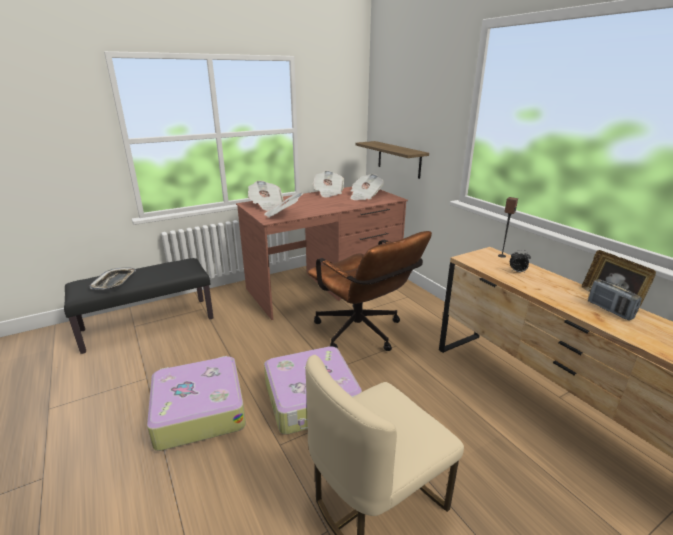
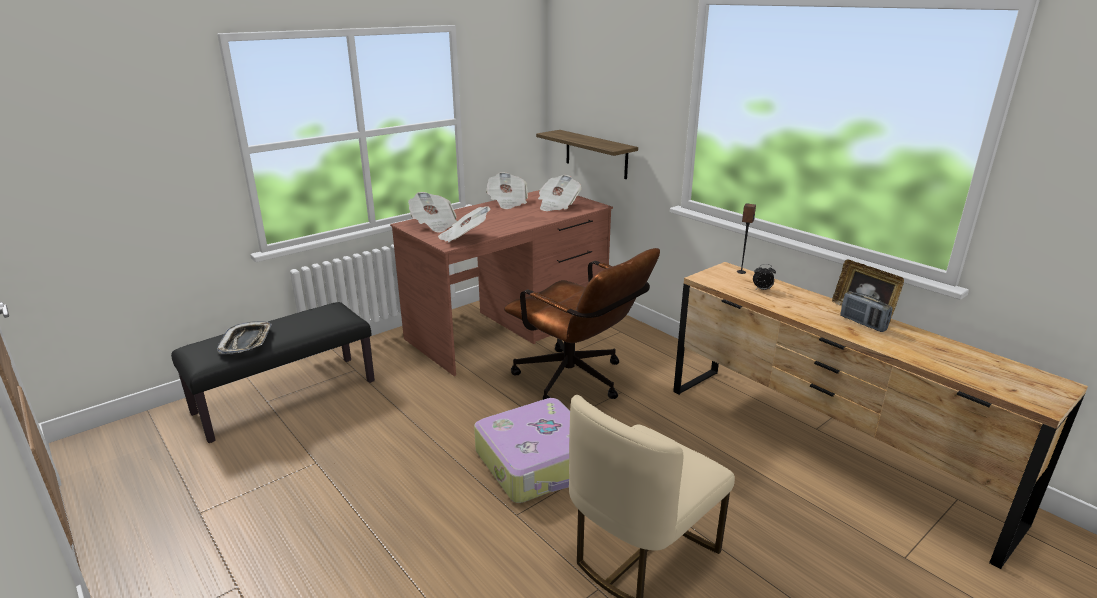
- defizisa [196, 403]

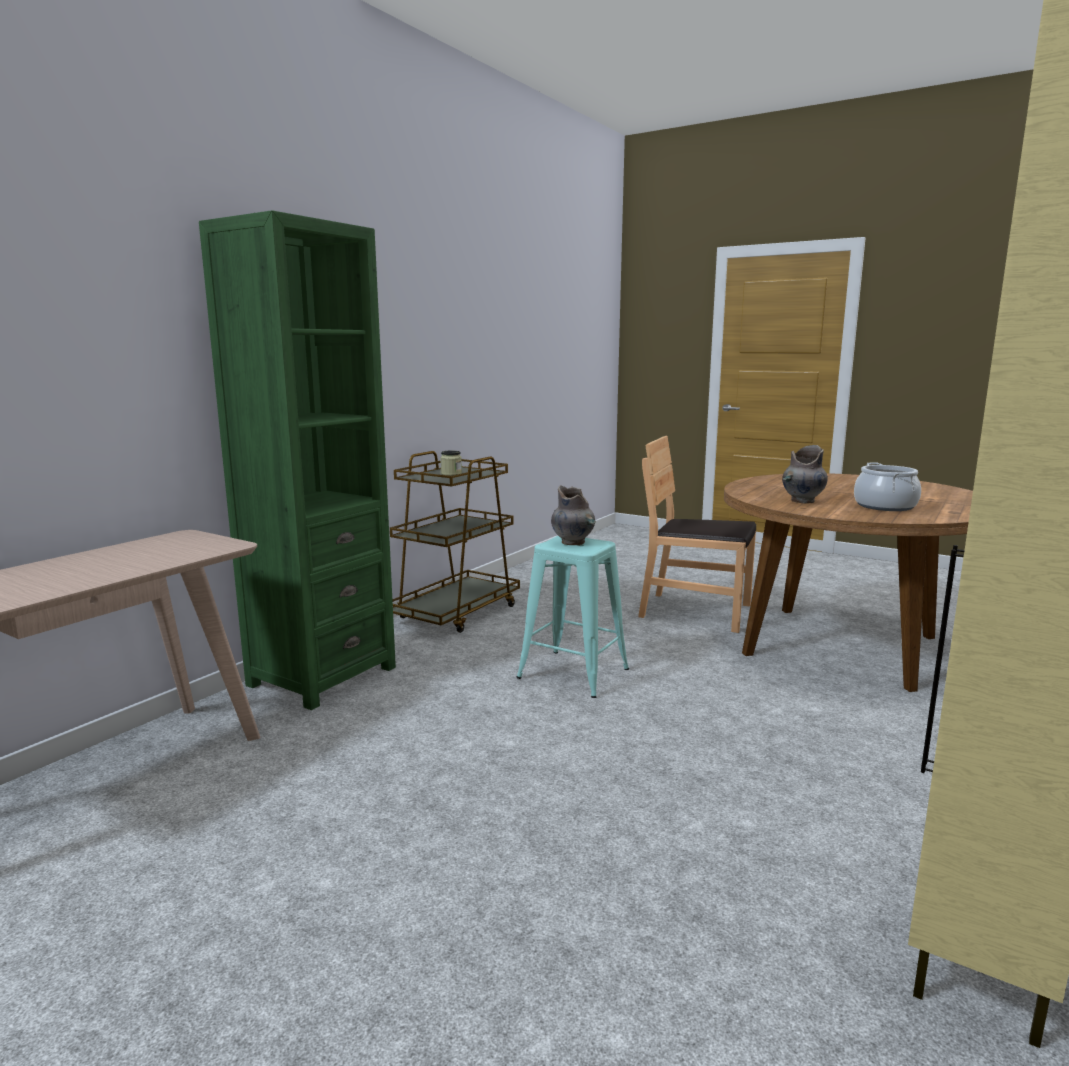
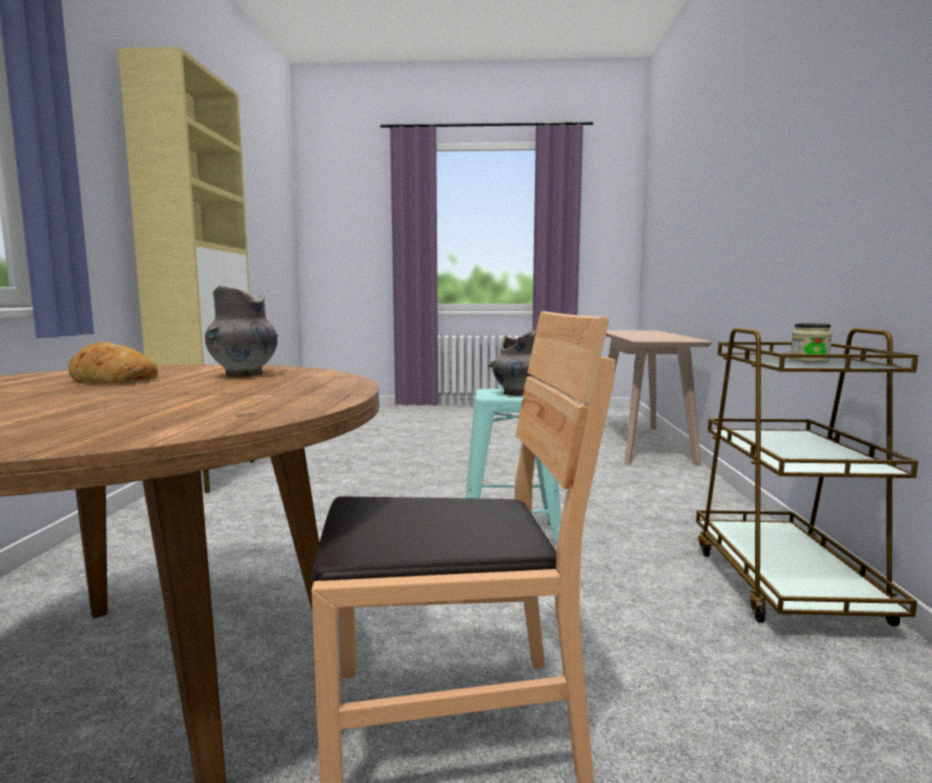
- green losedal [297, 460]
~ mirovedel [887, 486] to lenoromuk [113, 362]

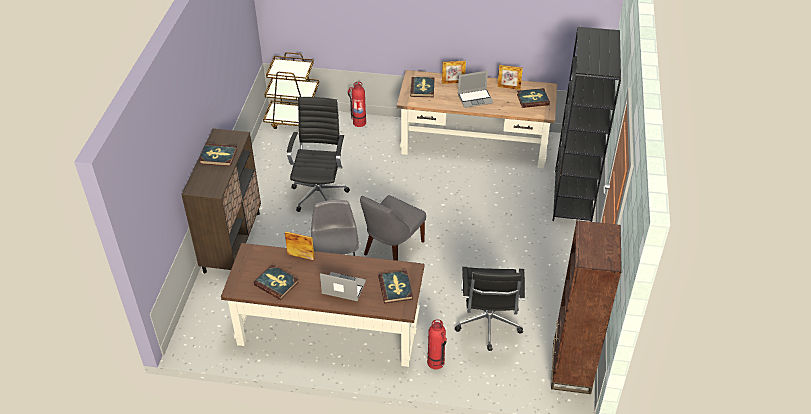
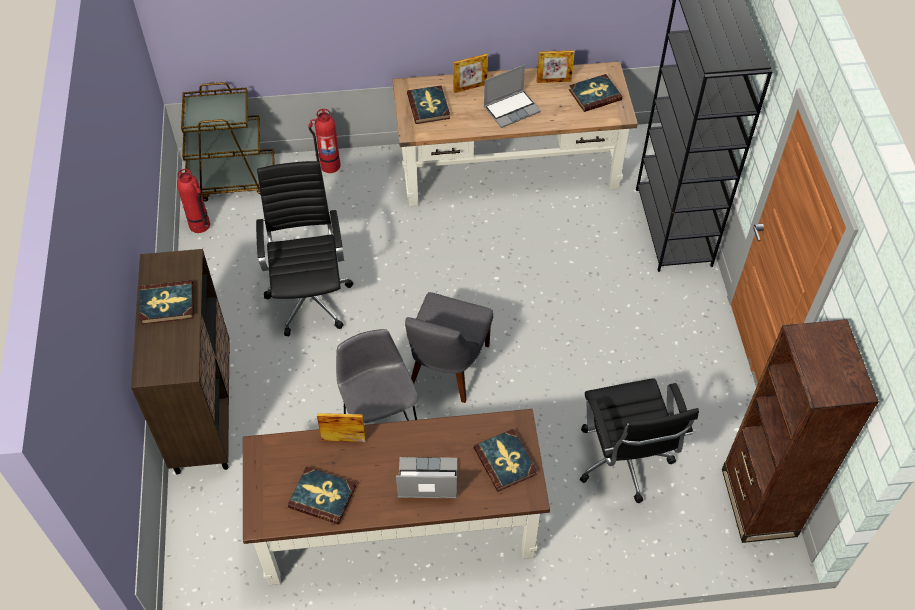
~ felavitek [437, 344] to [193, 201]

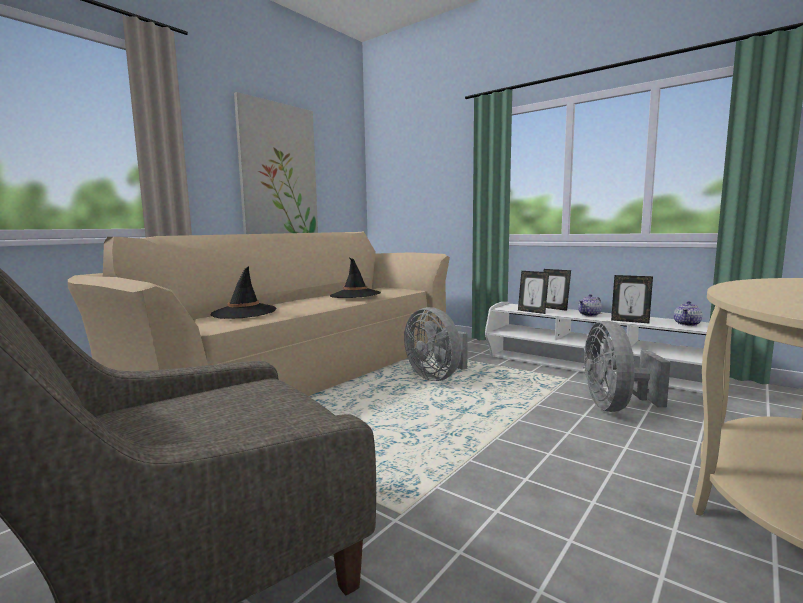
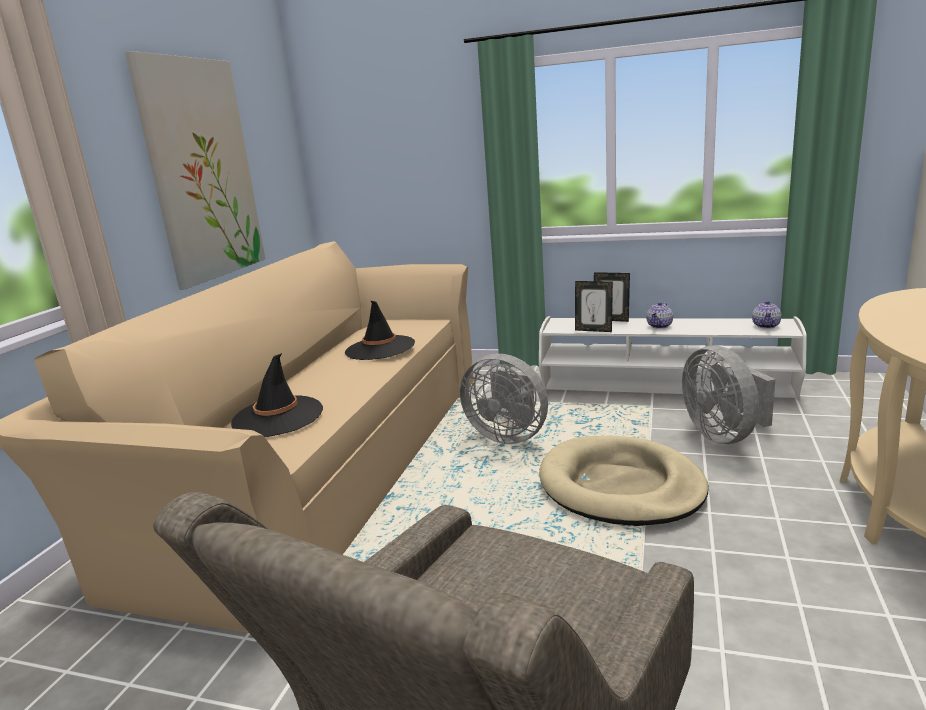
- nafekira [632, 299]
+ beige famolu [624, 481]

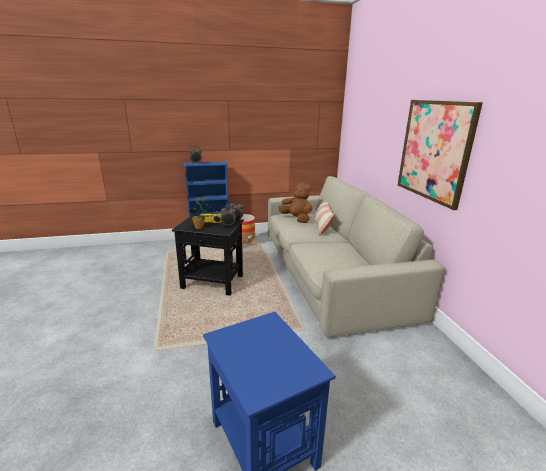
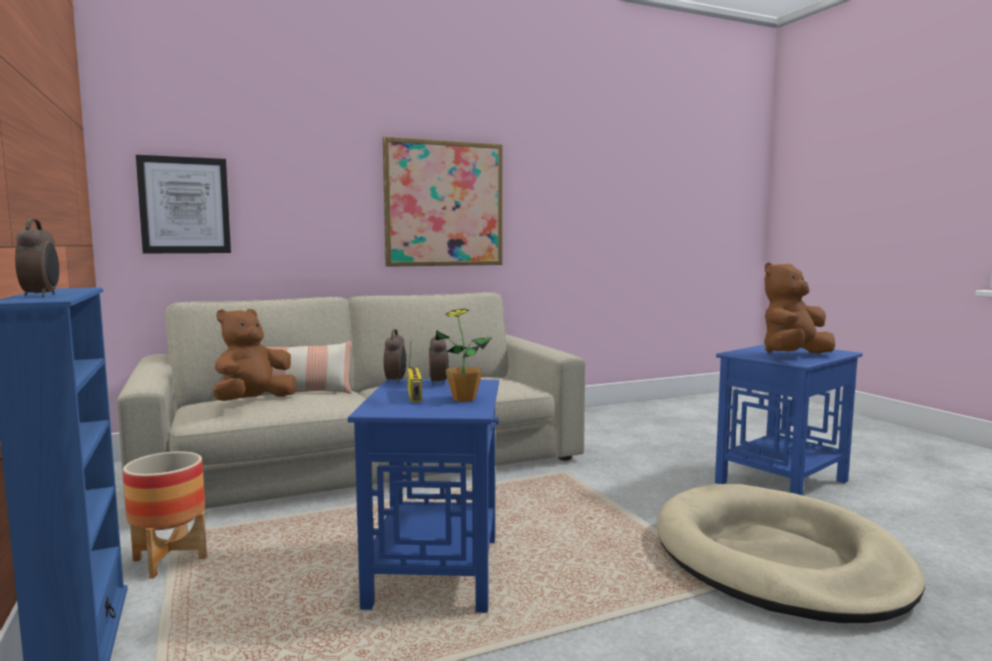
~ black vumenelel [208, 255] to blue vumenelel [423, 496]
+ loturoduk [183, 204]
+ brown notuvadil [799, 308]
+ beige famolu [790, 553]

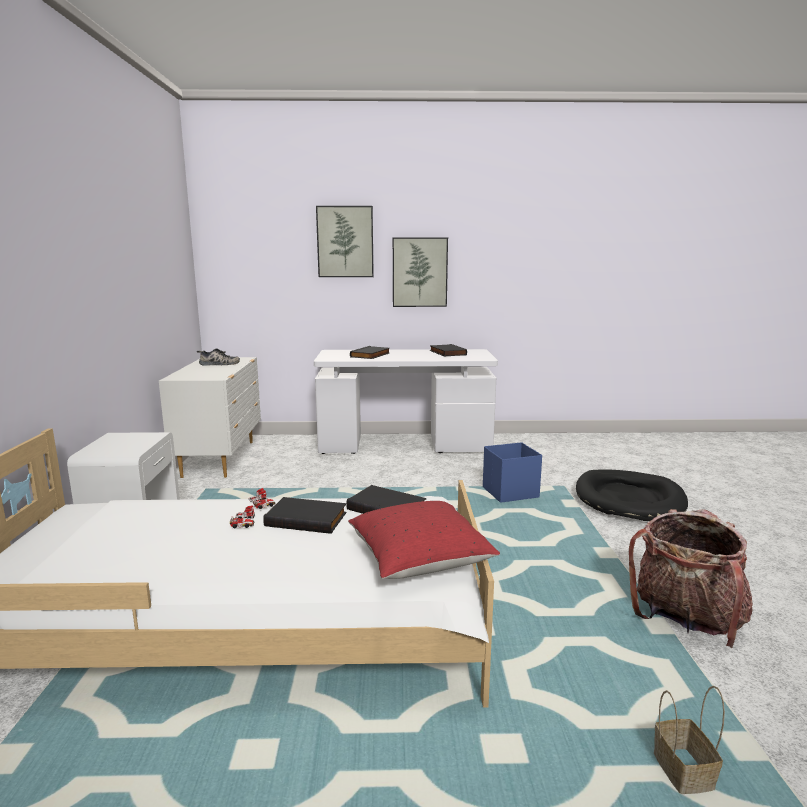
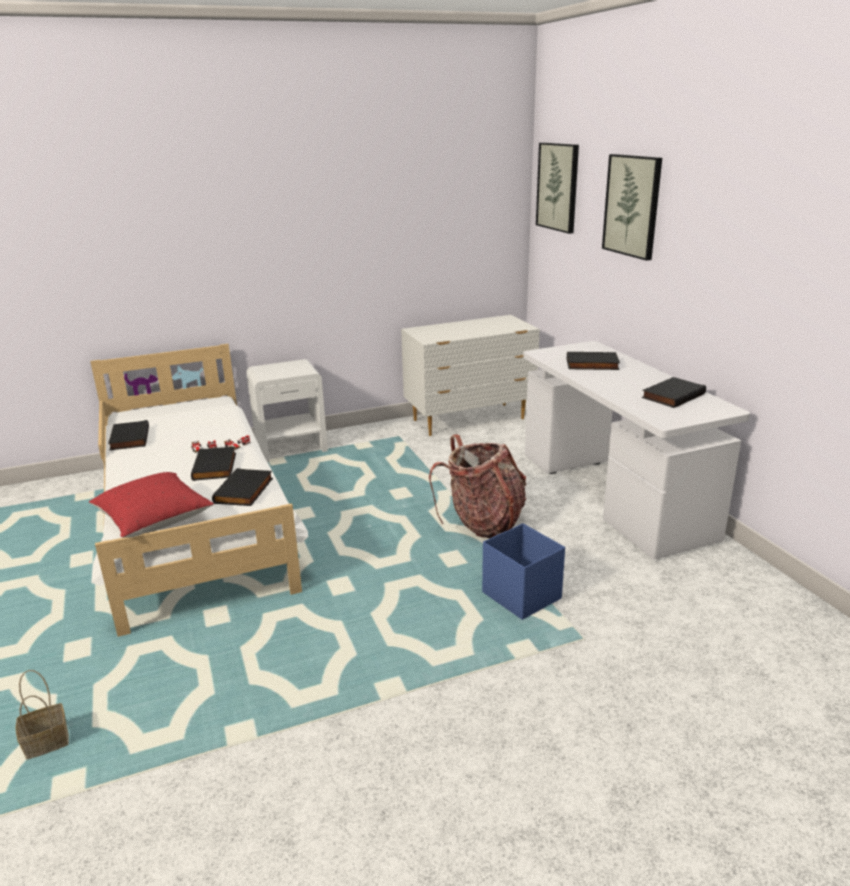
~ loturoduk [420, 272] to [557, 188]
- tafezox [218, 357]
- black famolu [632, 495]
~ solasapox [691, 578] to [477, 486]
+ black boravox [128, 435]

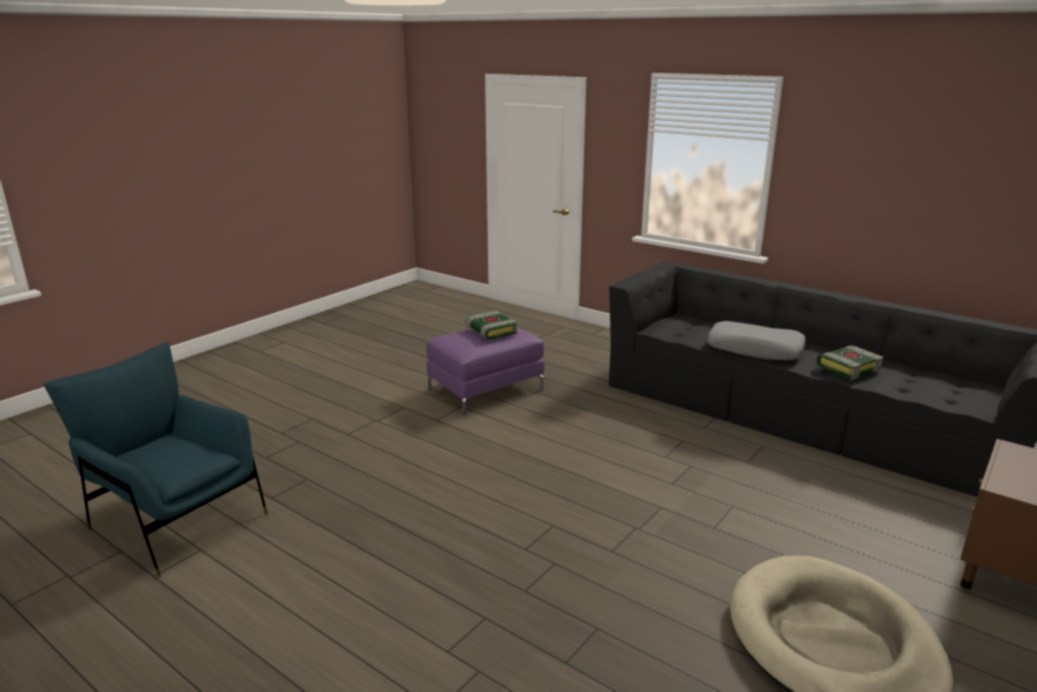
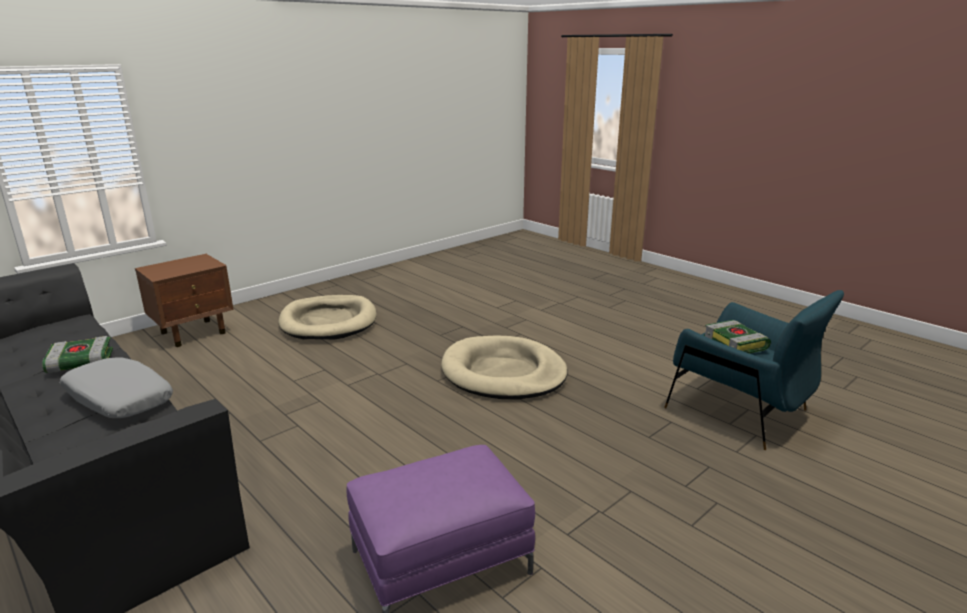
~ boravox [491, 325] to [737, 336]
+ beige famolu [504, 367]

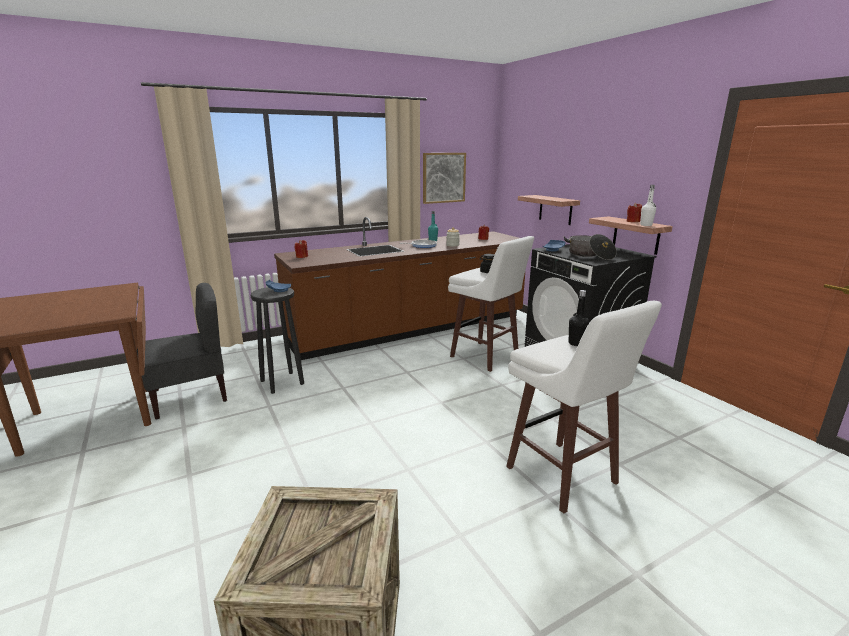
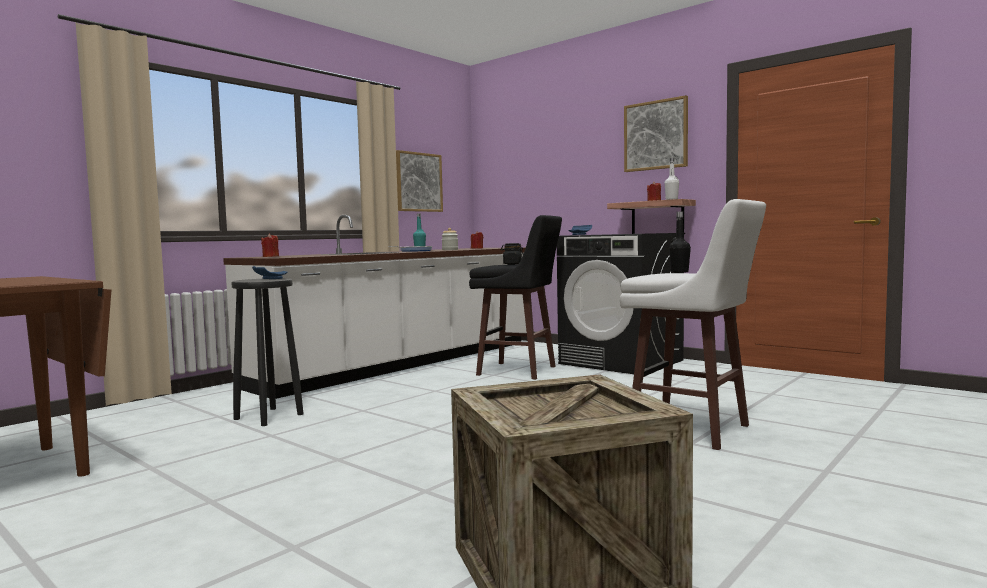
- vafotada [549, 210]
~ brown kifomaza [399, 288] to white kifomaza [375, 307]
- mirovedel [590, 247]
~ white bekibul [491, 304] to black bekibul [515, 297]
- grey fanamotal [182, 351]
+ loturoduk [656, 133]

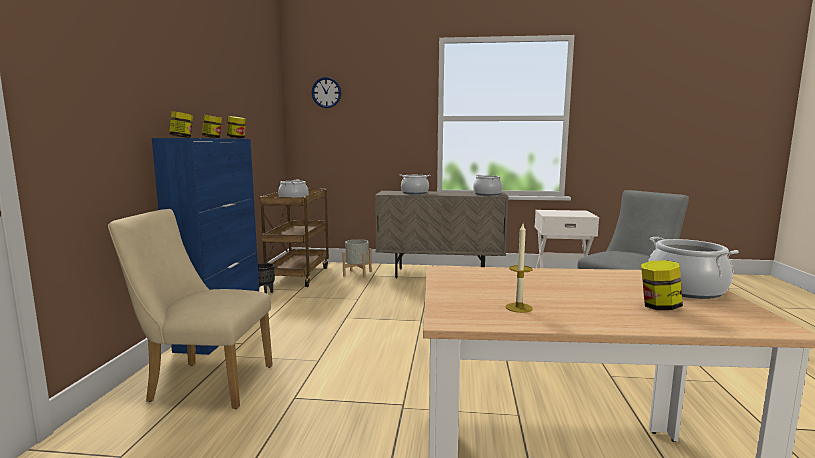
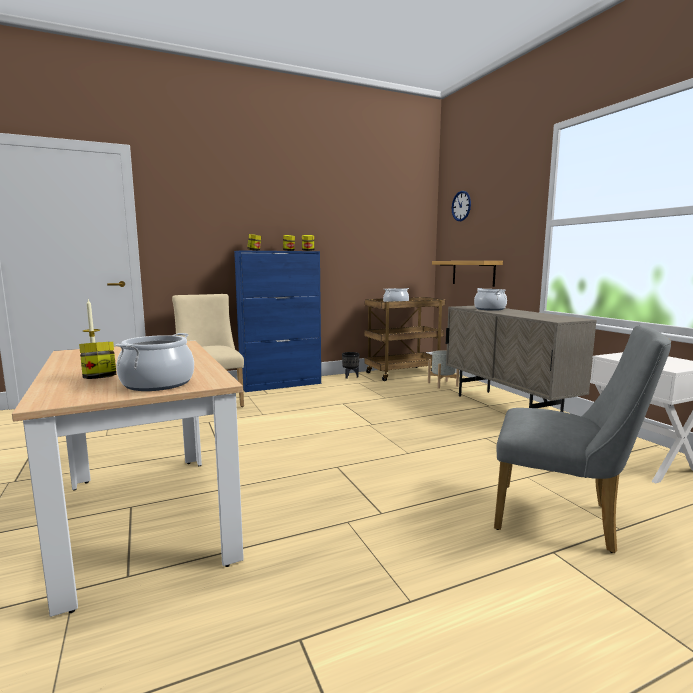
- mirovedel [488, 185]
+ vafotada [467, 274]

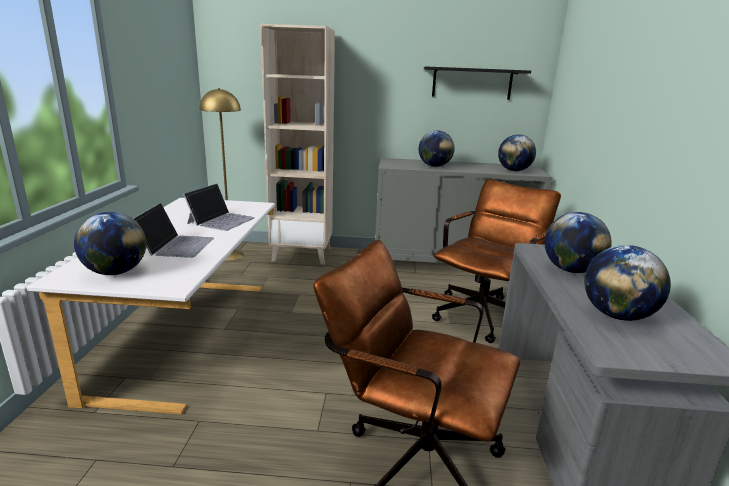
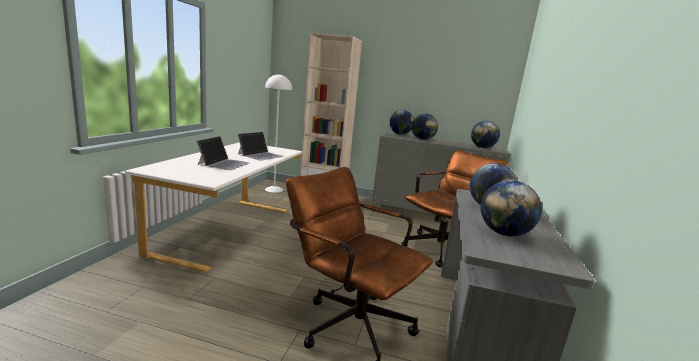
- black vafotada [477, 83]
~ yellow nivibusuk [221, 174] to white nivibusuk [278, 133]
~ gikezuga [110, 243] to [402, 122]

